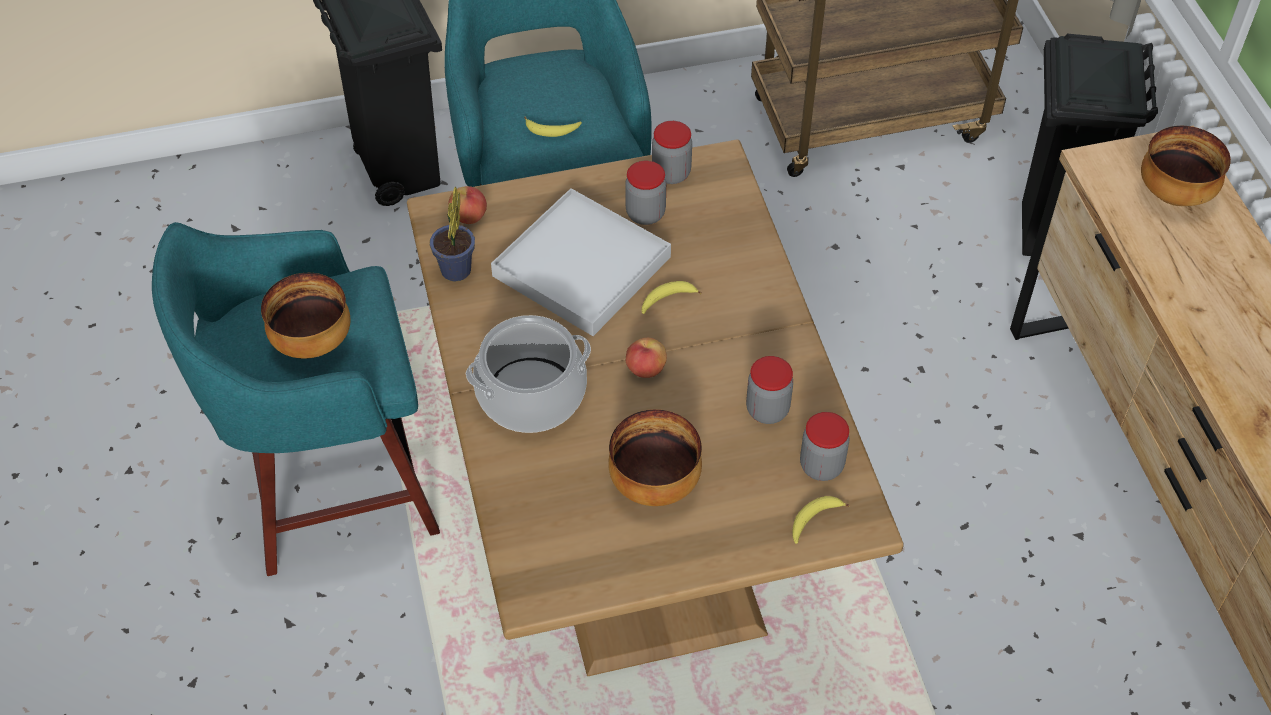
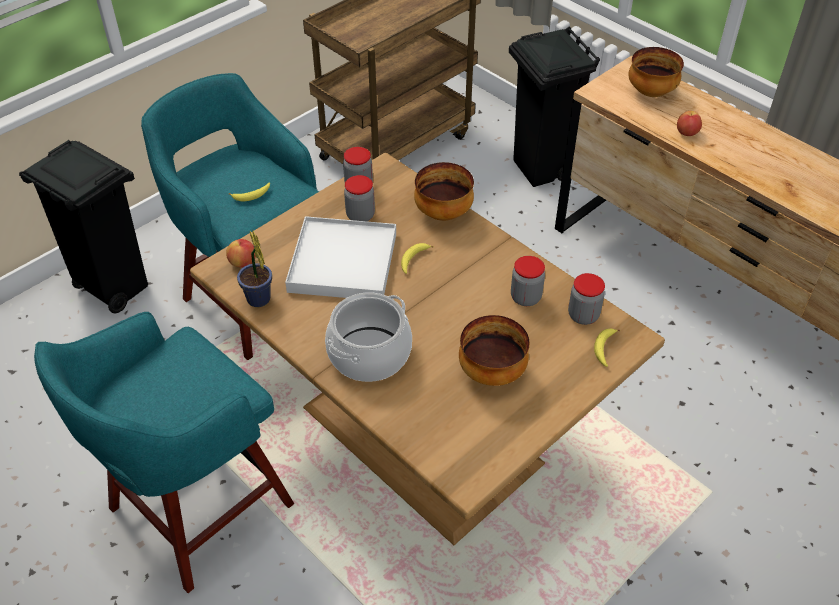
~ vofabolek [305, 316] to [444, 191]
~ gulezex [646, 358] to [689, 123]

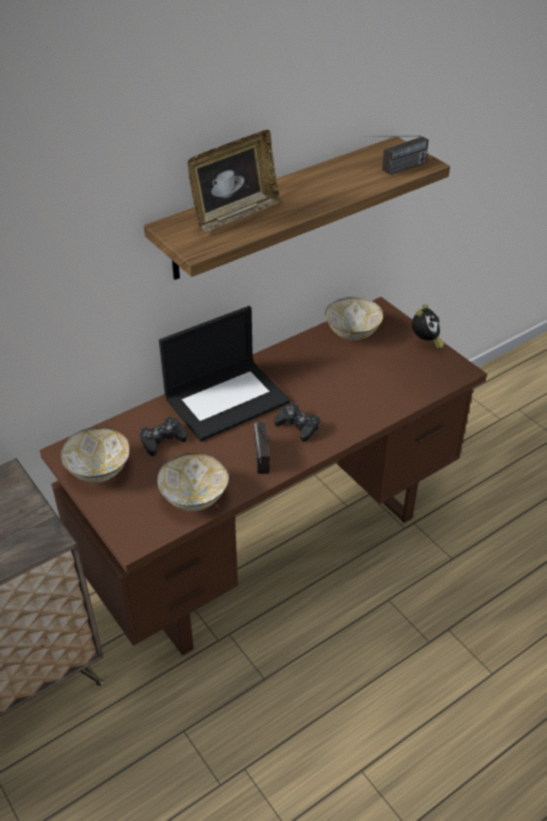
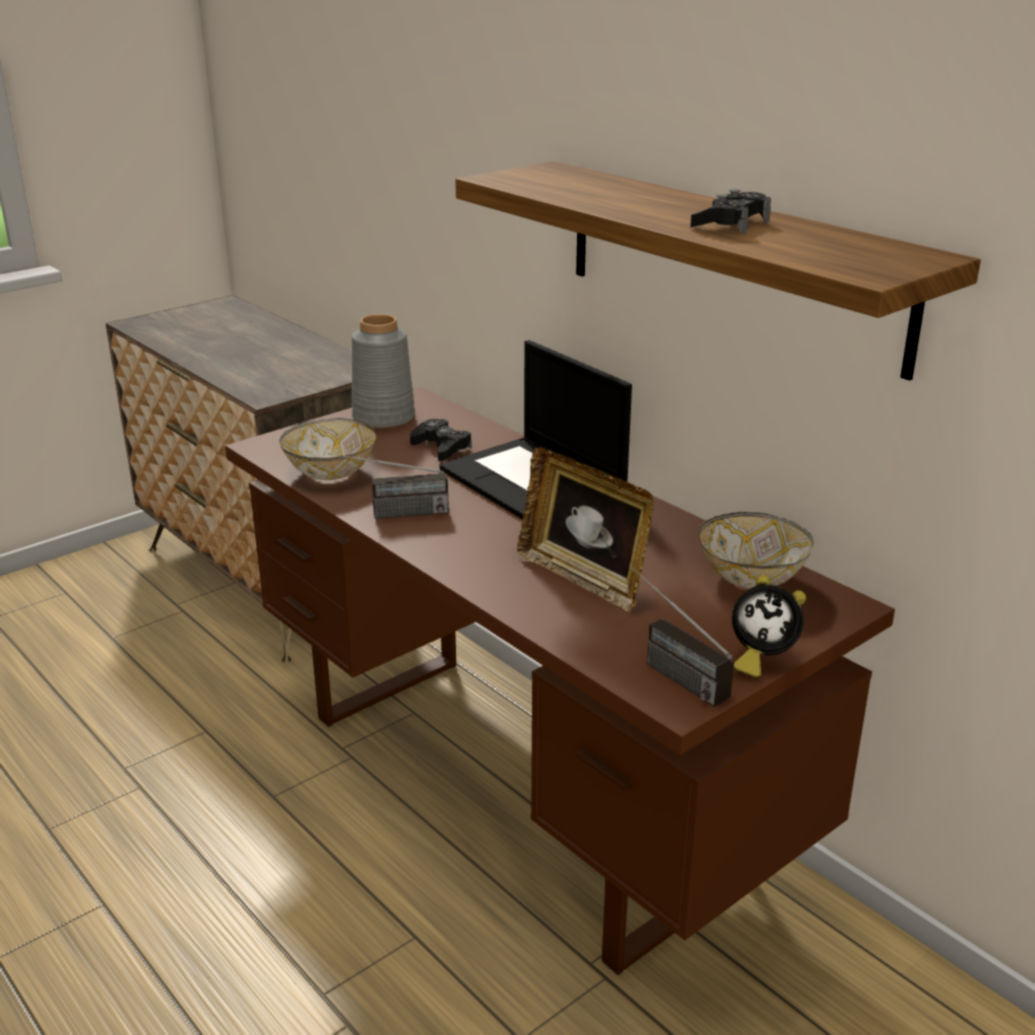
~ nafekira [234, 181] to [585, 530]
~ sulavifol [397, 155] to [682, 636]
~ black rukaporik [297, 422] to [730, 211]
~ vofabolek [95, 455] to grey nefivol [383, 371]

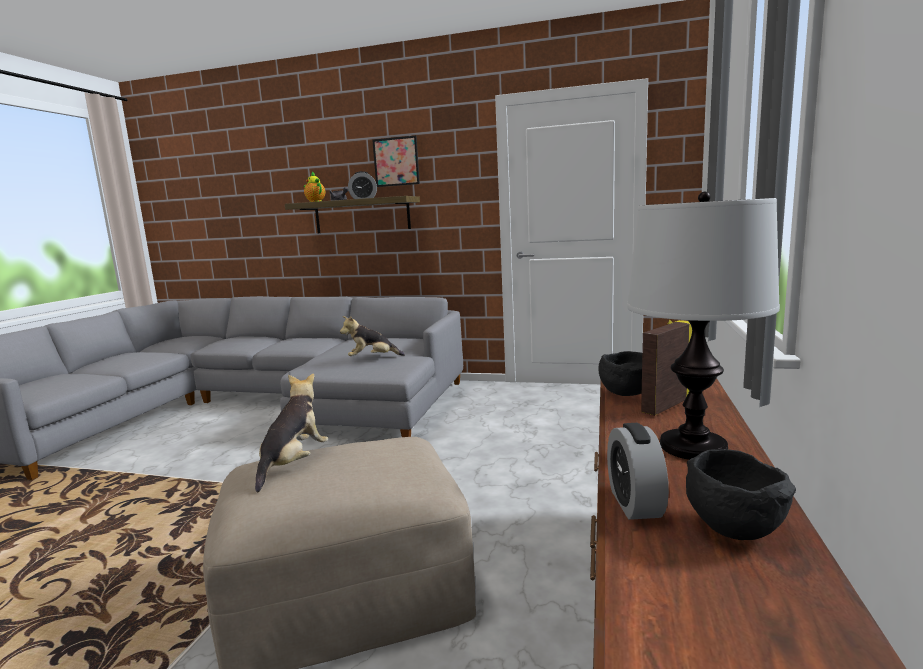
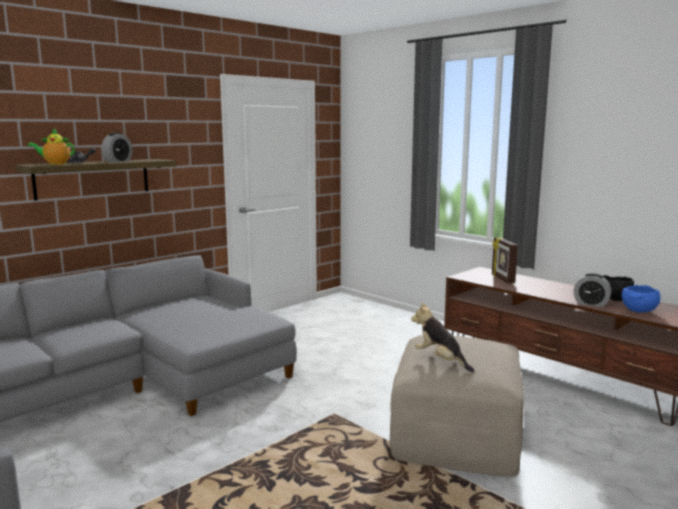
- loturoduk [396, 161]
- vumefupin [703, 326]
- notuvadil [372, 336]
- black vofabolek [620, 373]
+ blue vofabolek [641, 299]

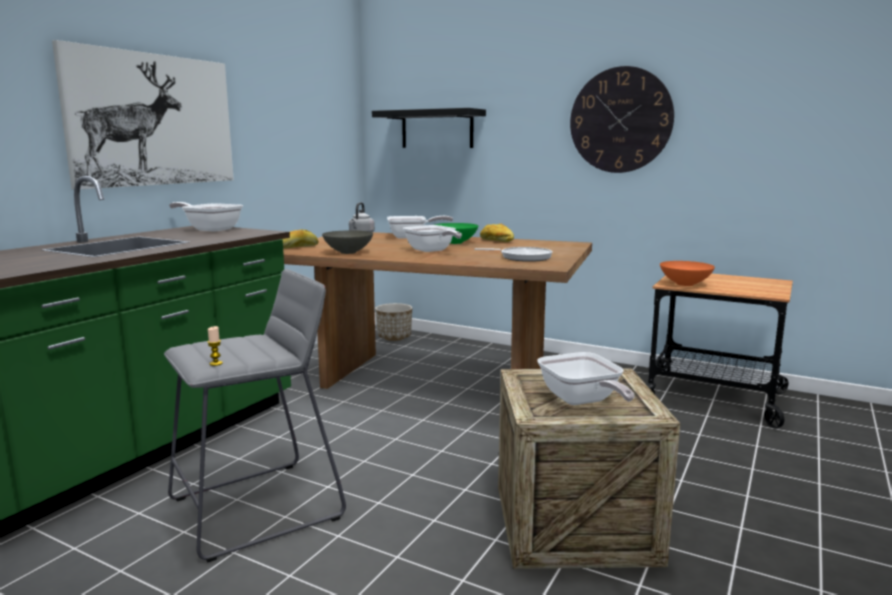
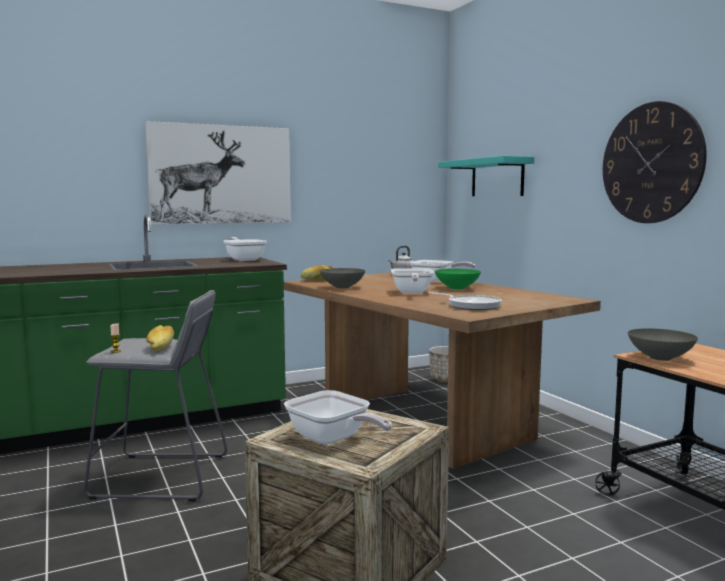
~ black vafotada [429, 128] to turquoise vafotada [486, 176]
~ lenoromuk [497, 233] to [160, 338]
~ orange vofabolek [687, 273] to grey vofabolek [663, 344]
~ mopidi [586, 378] = [338, 417] 60 degrees counterclockwise

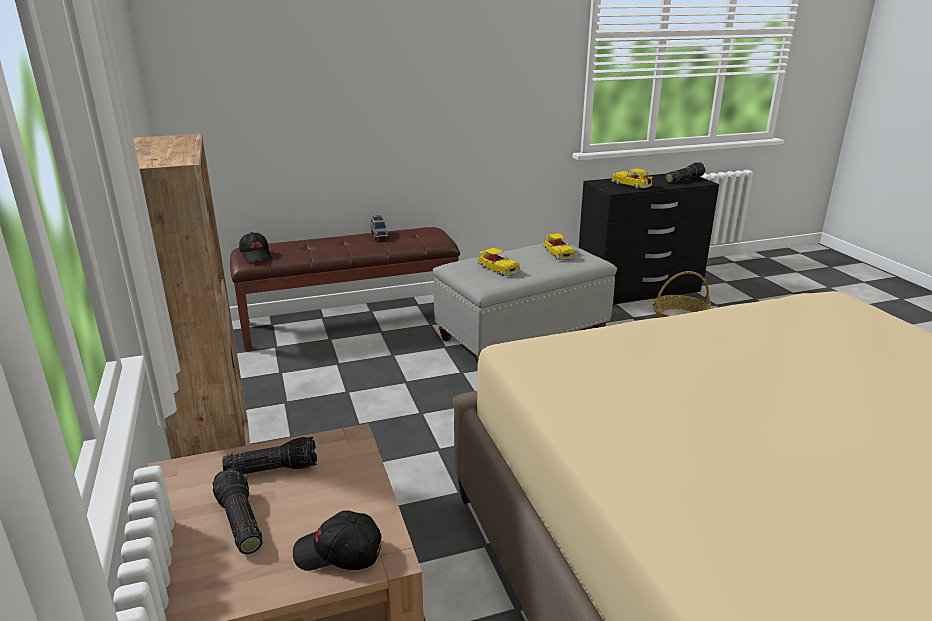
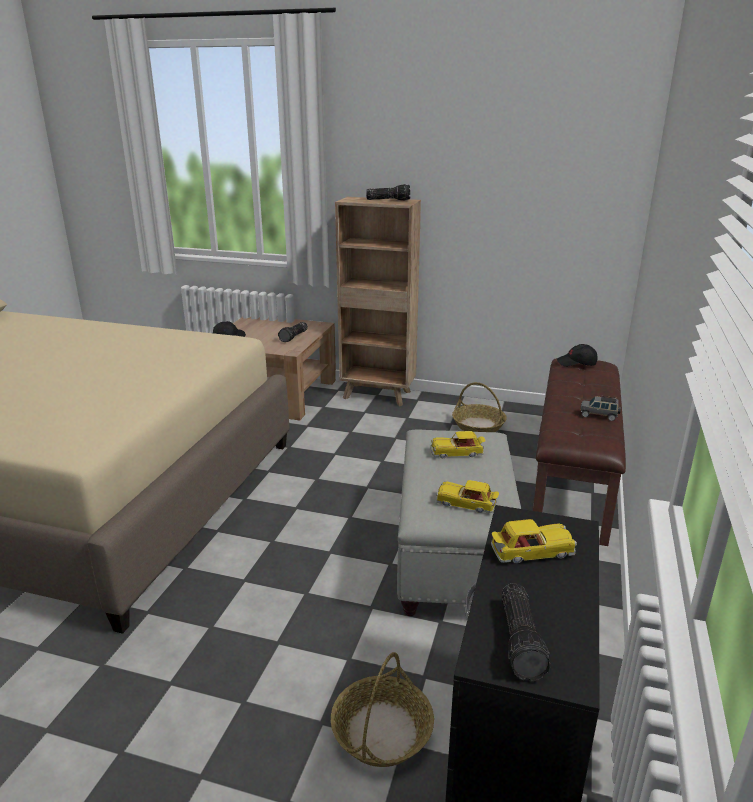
~ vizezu [238, 511] to [388, 192]
+ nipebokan [479, 407]

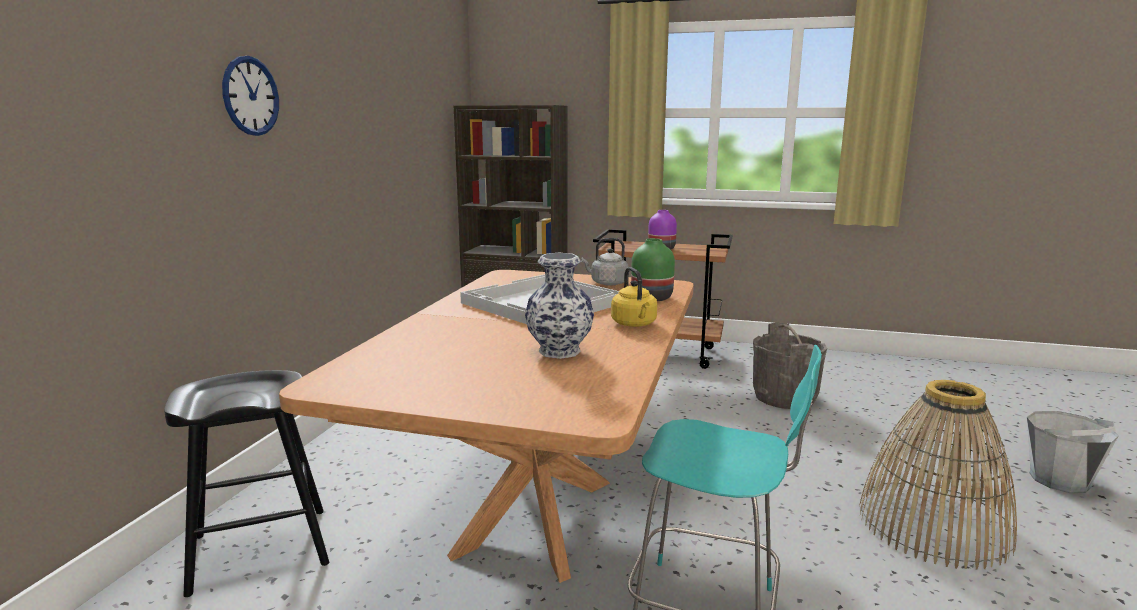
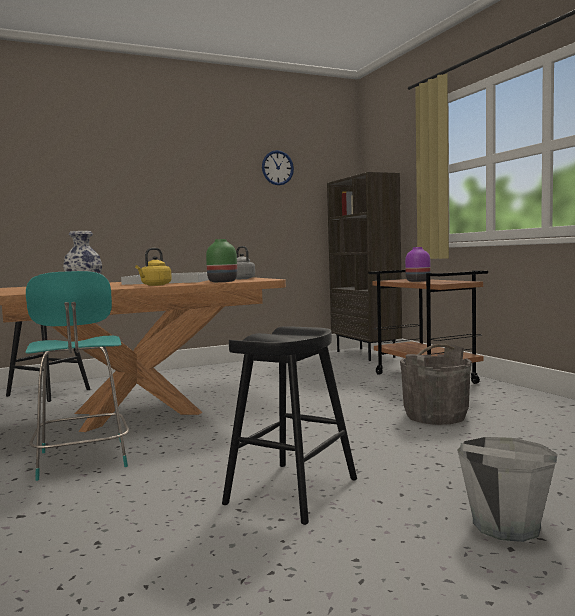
~ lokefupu [250, 96] to [278, 167]
~ nipebokan [938, 474] to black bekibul [289, 425]

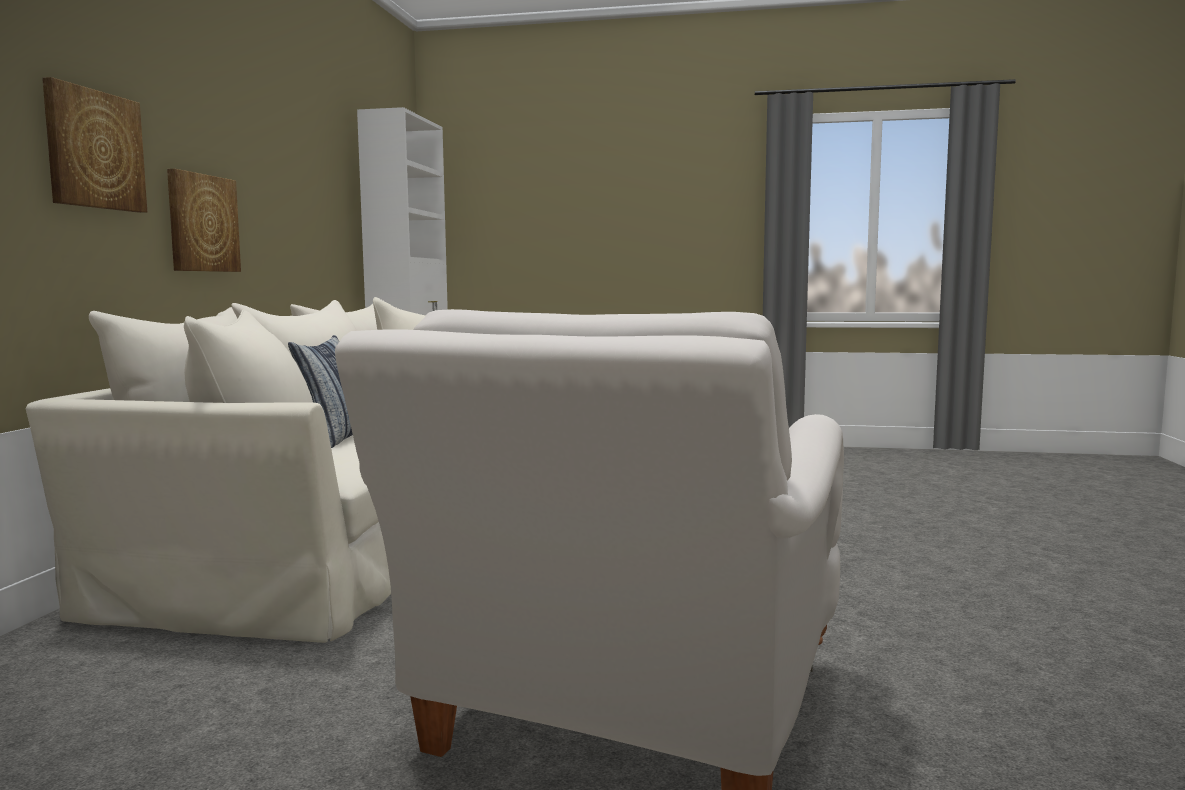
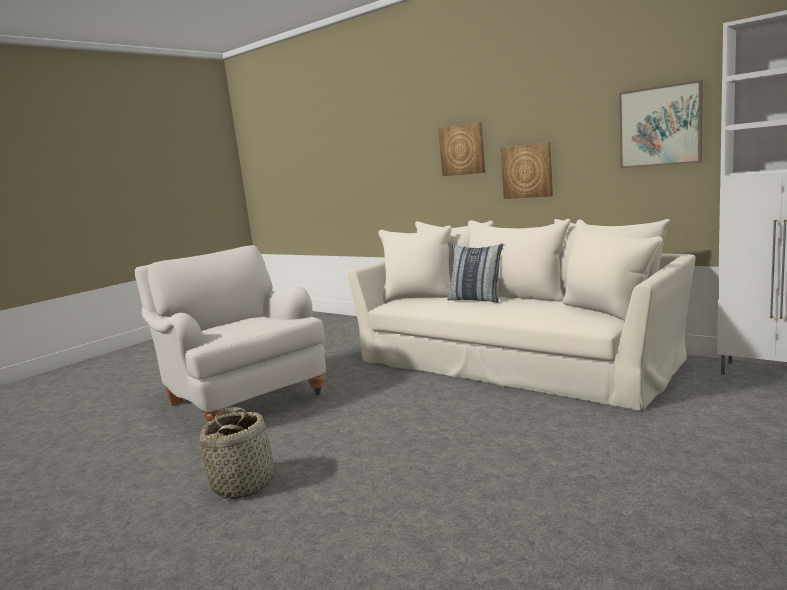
+ loturoduk [661, 124]
+ nipebokan [237, 453]

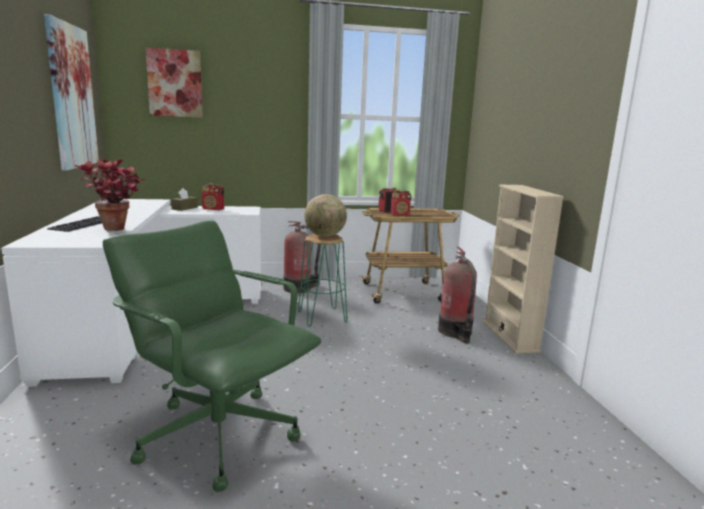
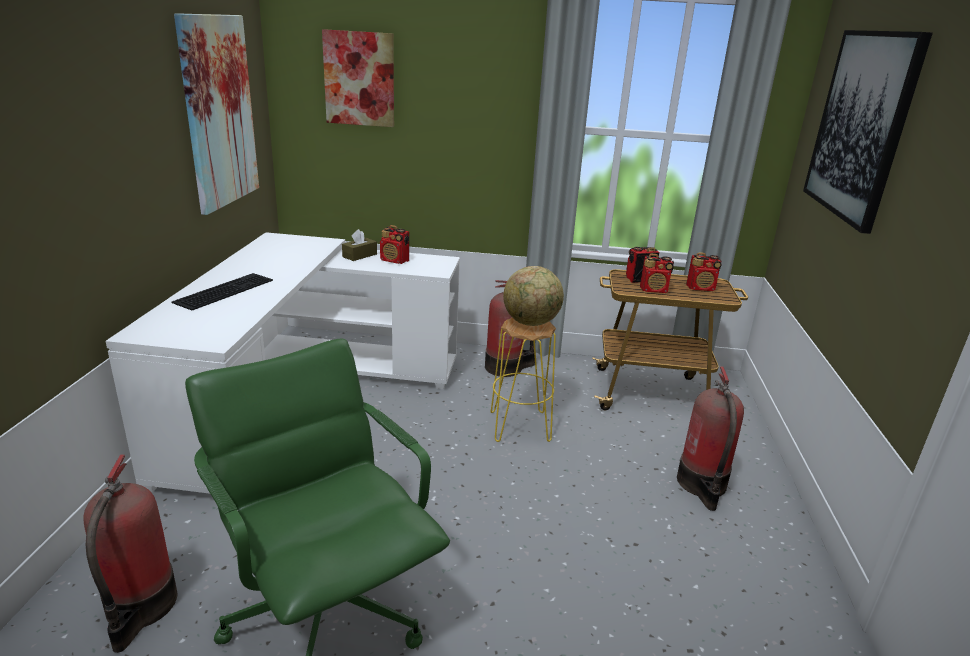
- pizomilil [110, 195]
- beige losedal [523, 269]
~ green bekibul [322, 280] to yellow bekibul [523, 380]
+ loturoduk [868, 132]
+ sulavifol [704, 271]
+ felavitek [130, 554]

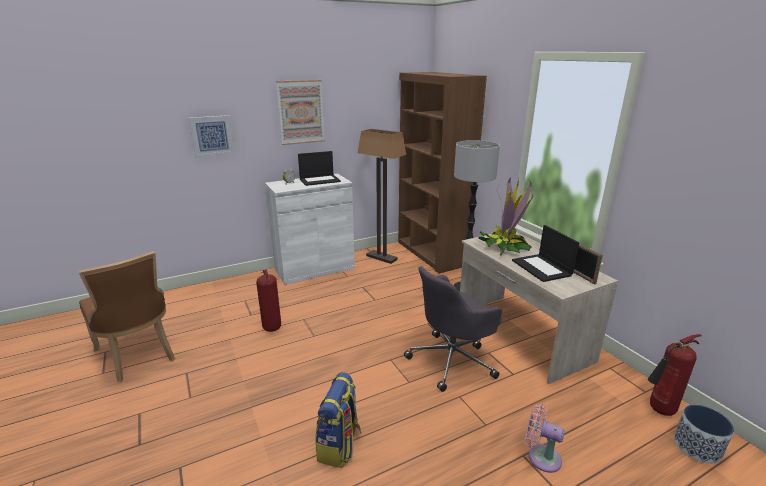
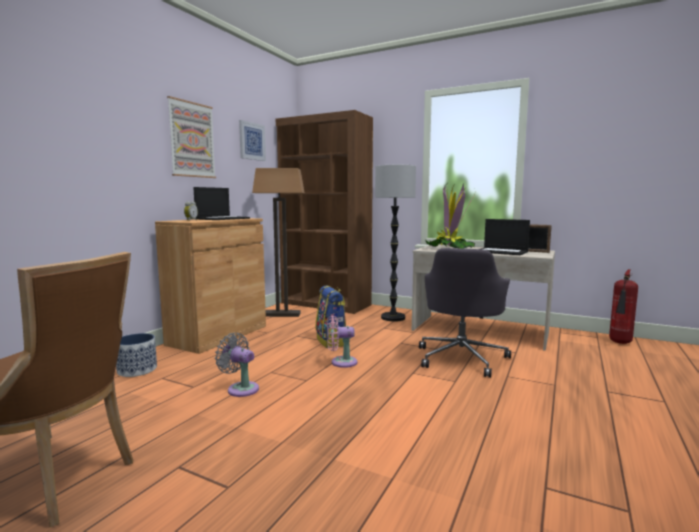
~ loturoduk [211, 136] to [252, 140]
~ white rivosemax [310, 229] to brown rivosemax [210, 286]
~ felavitek [268, 301] to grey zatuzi [237, 365]
~ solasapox [338, 420] to [331, 316]
~ pink zatuzi [545, 438] to [342, 341]
~ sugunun [704, 434] to [136, 355]

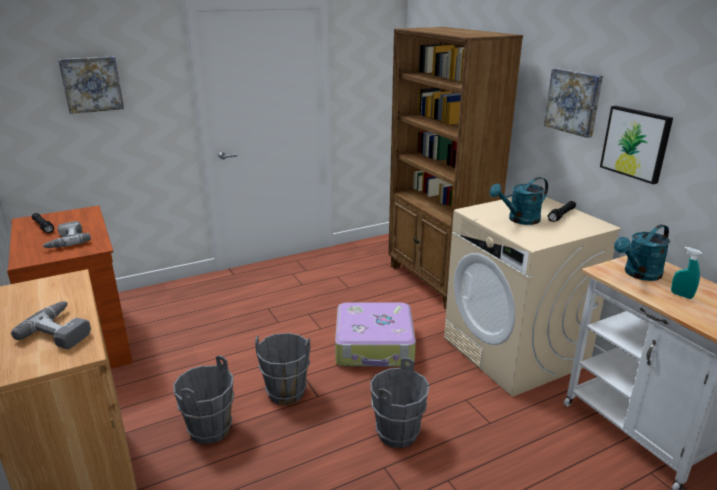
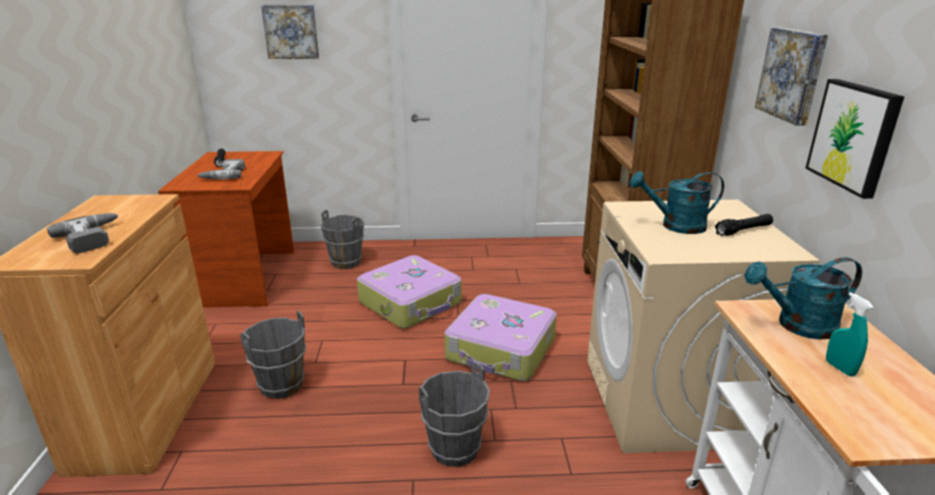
~ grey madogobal [282, 369] to [342, 239]
+ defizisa [409, 292]

